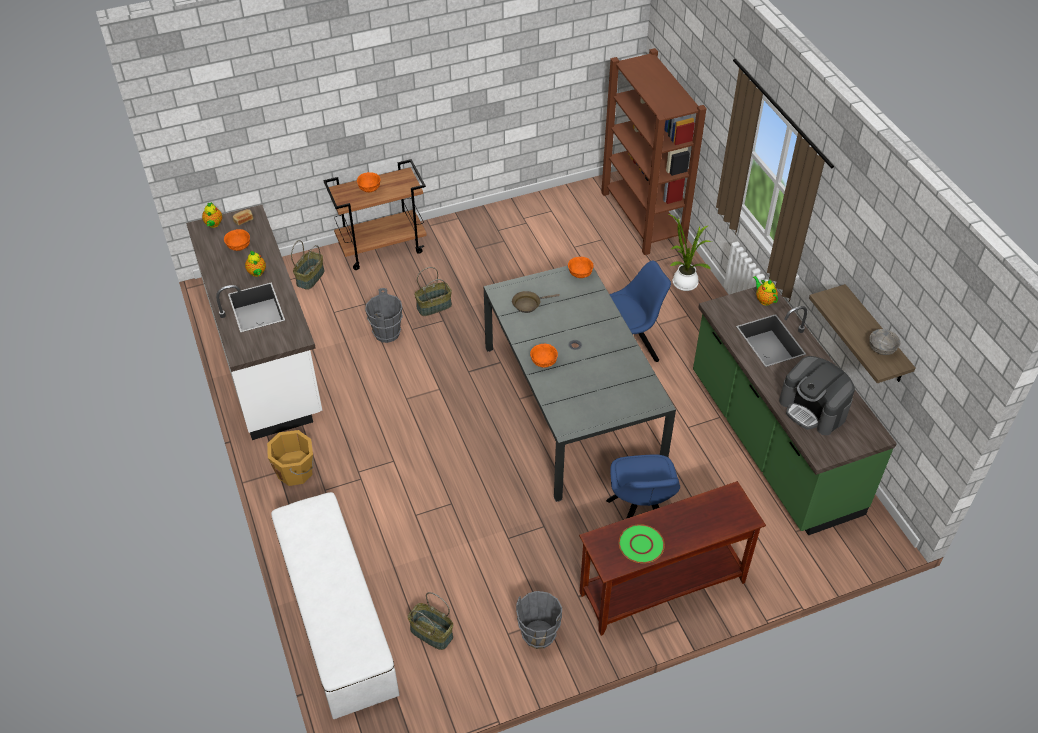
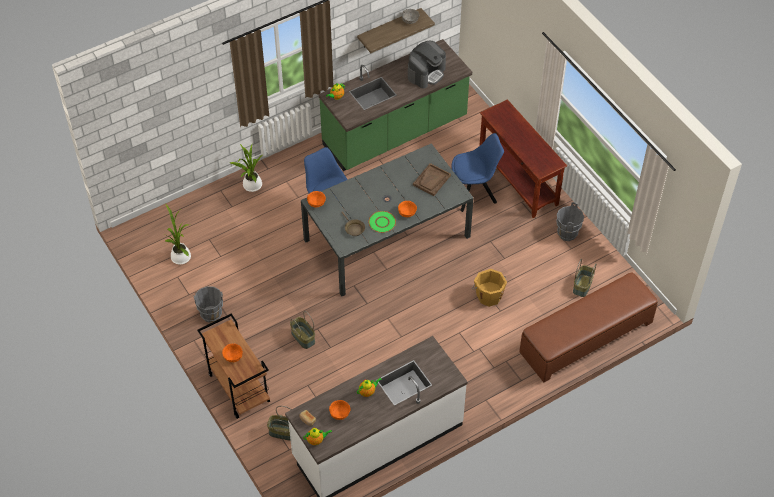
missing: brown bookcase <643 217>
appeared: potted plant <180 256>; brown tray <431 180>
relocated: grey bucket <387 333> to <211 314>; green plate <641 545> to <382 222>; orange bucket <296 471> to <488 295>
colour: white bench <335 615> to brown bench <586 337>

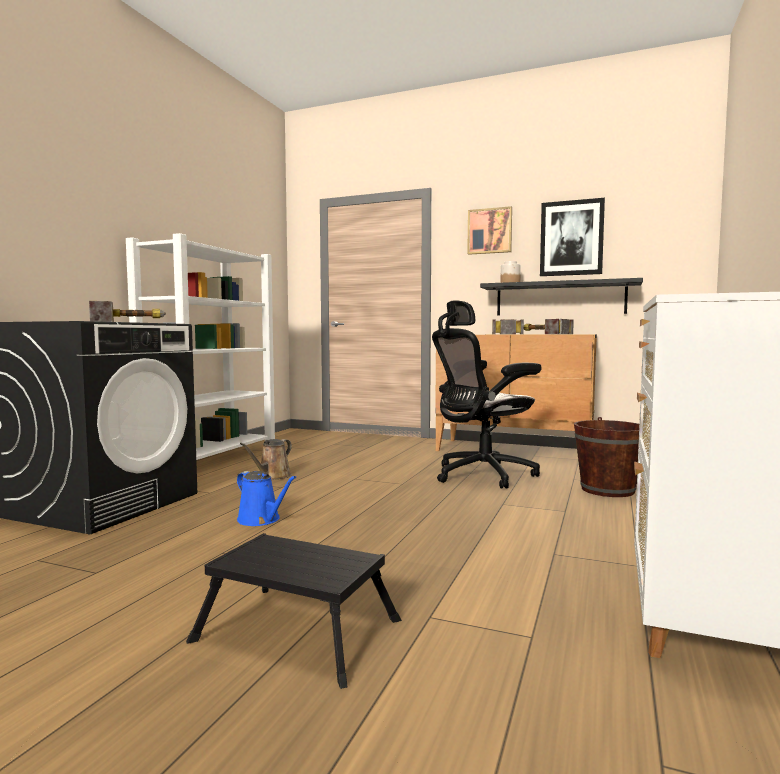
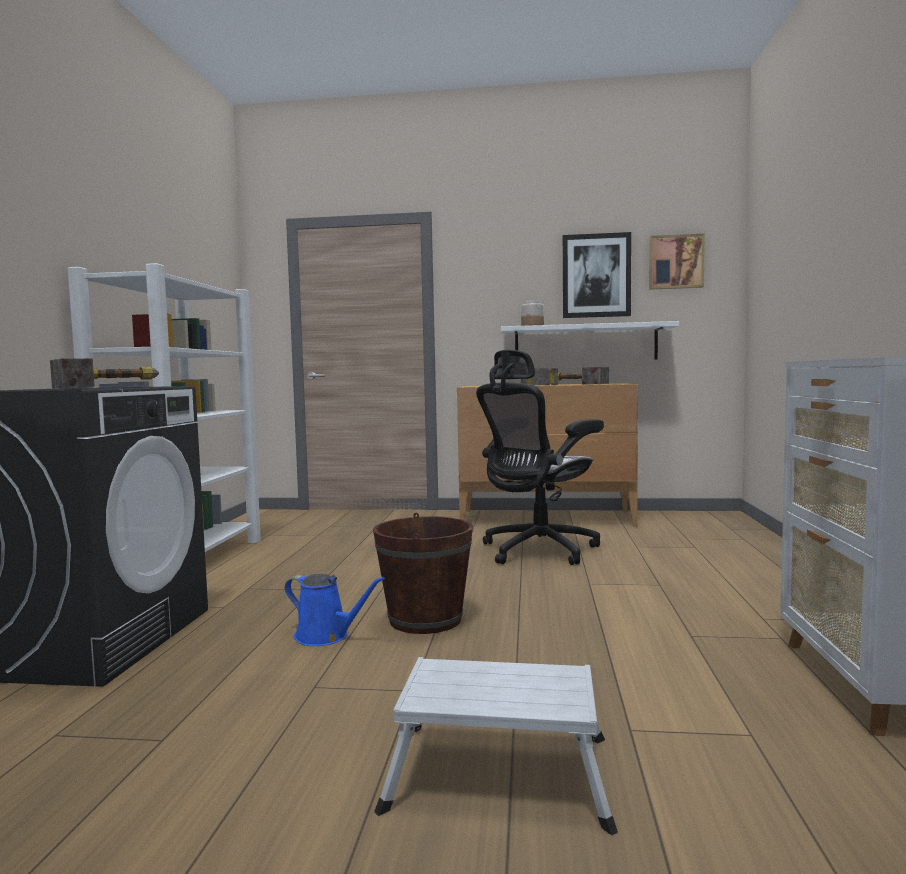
missing: brown watering can <272 477>
relocated: brown bucket <607 490> to <425 620>; picture <490 231> to <675 262>
colour: black step ladder <296 630> to white step ladder <497 773>; black shelf <559 299> to white shelf <585 343>

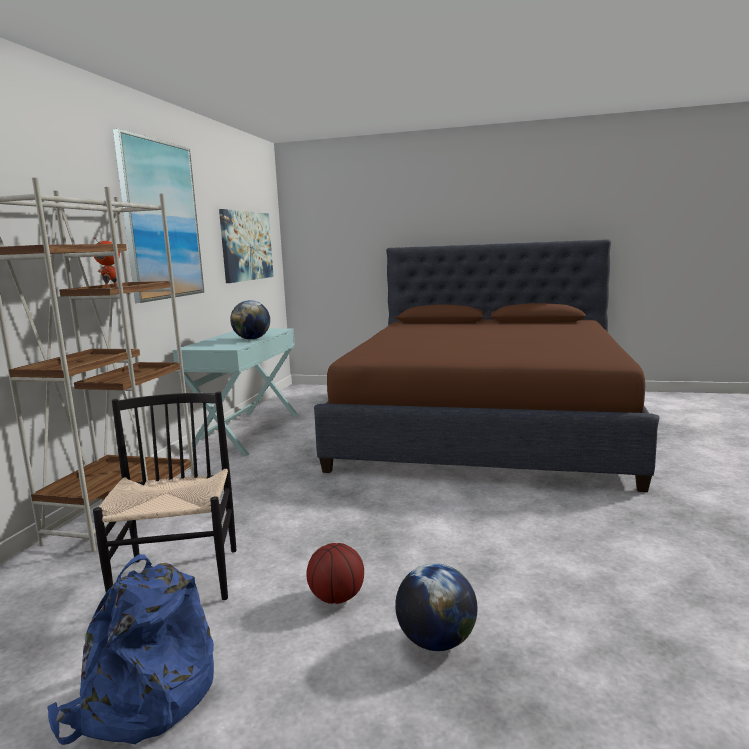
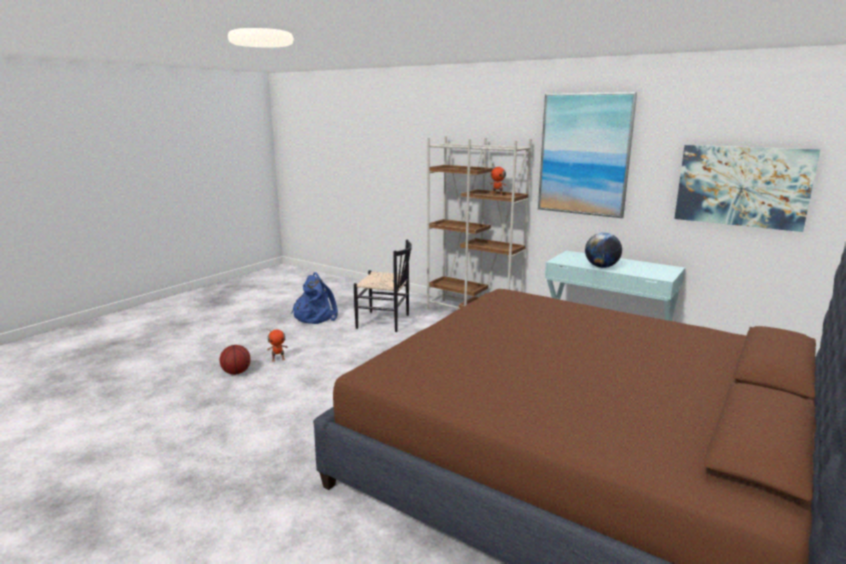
relocated: basketball <336 598> to <236 372>
exchanged: globe <436 641> to toy robot <278 359>

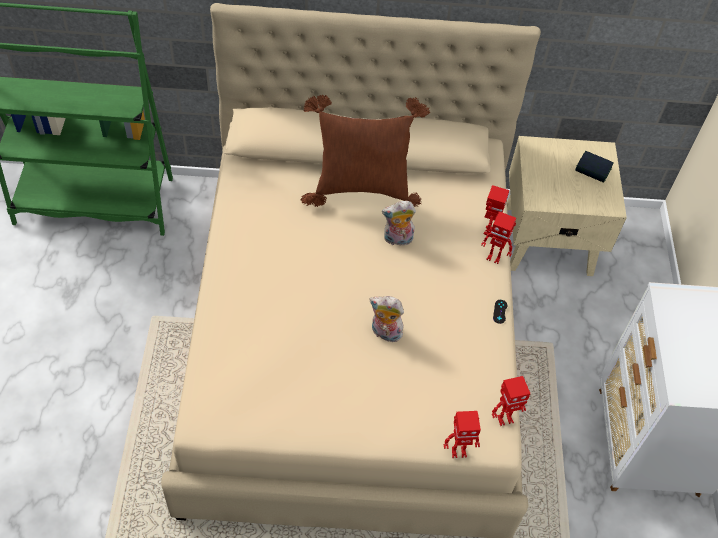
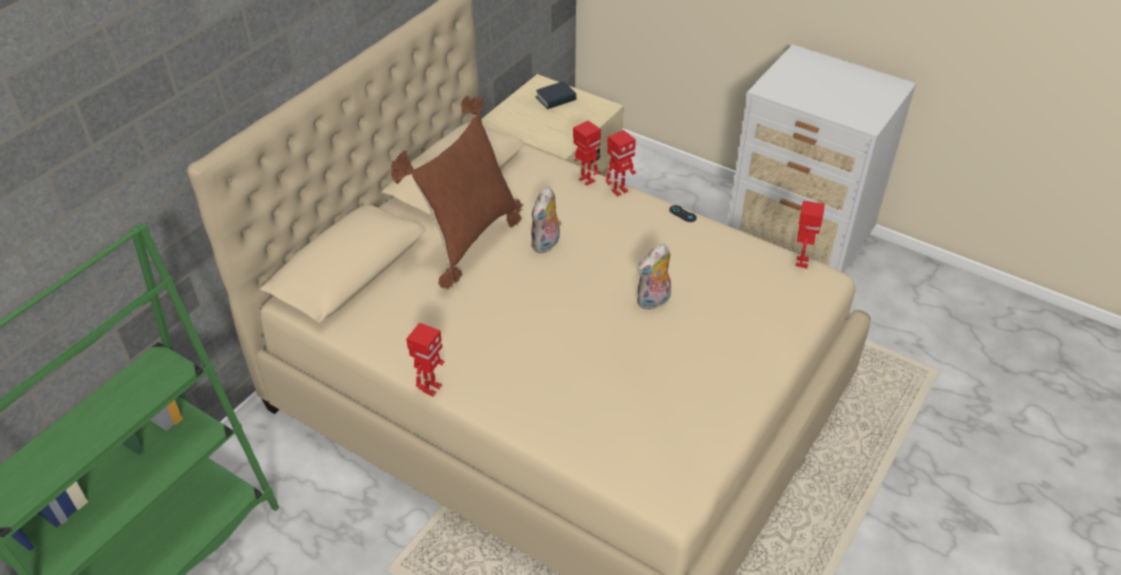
relocated: toy robot <458 451> to <431 388>

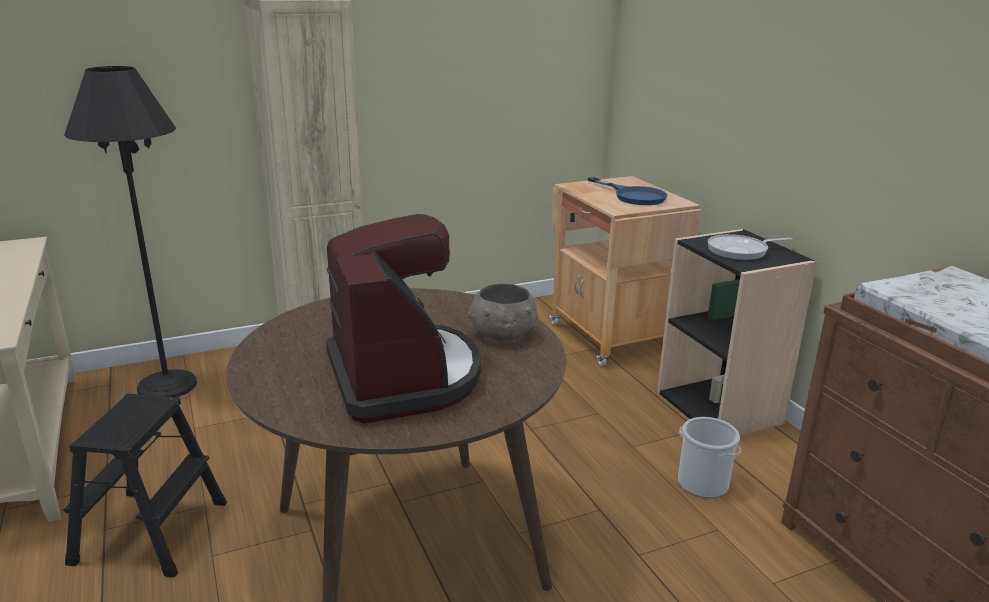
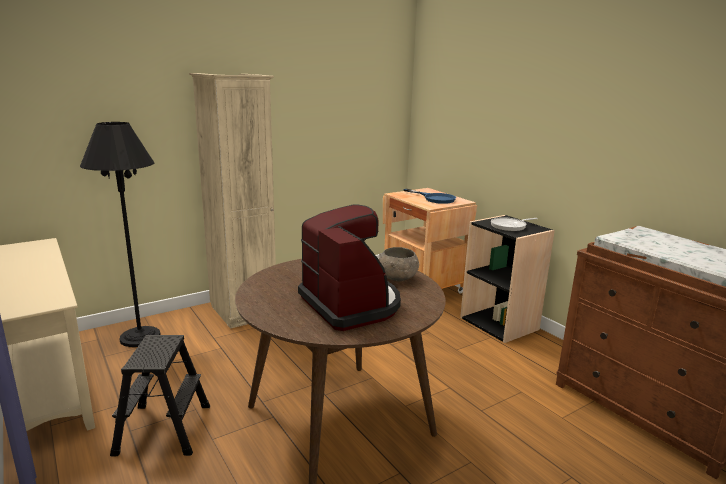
missing: bucket <703 483>

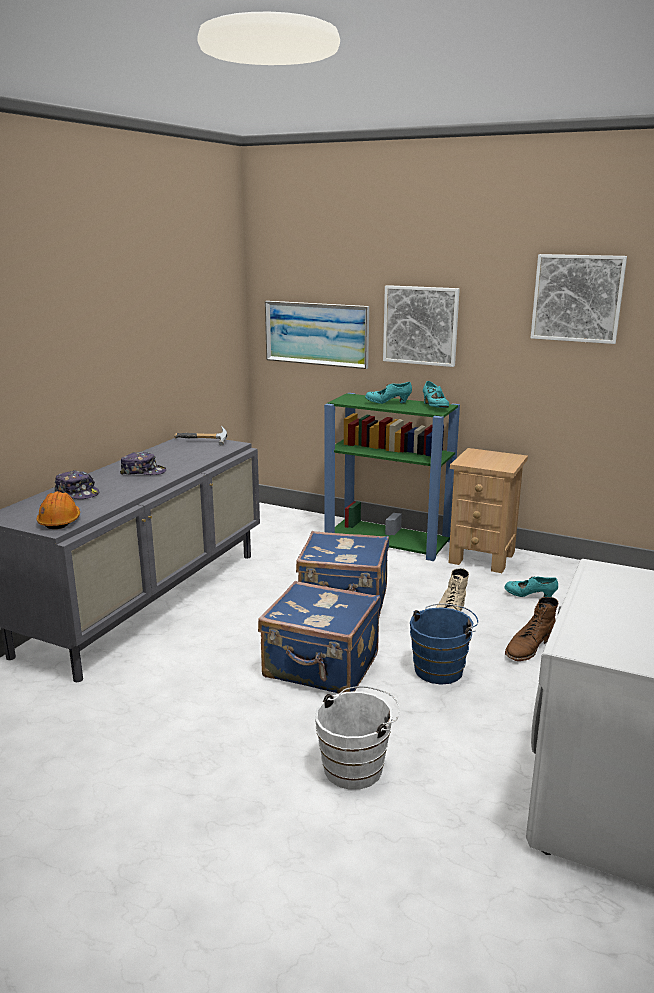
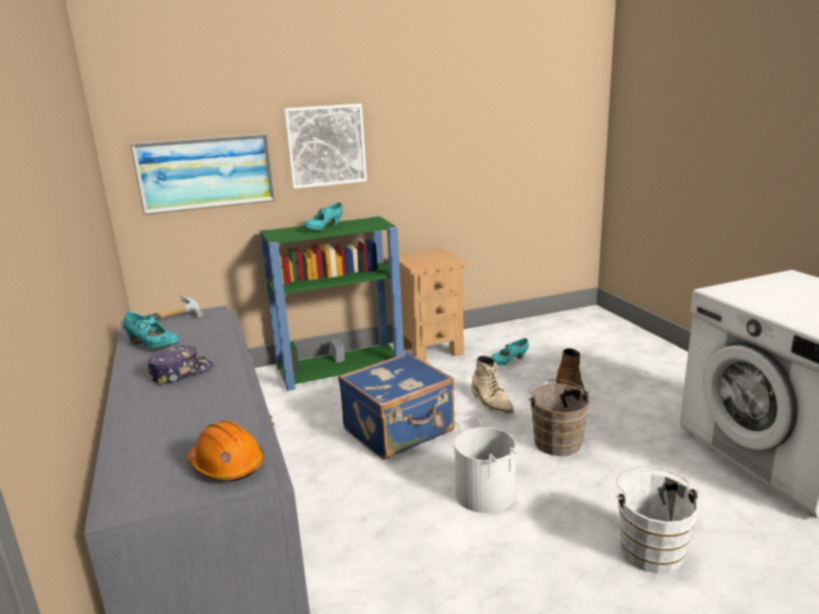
missing: cap <77 493>; picture <577 298>
relocated: turquoise shoe <434 407> to <153 346>
exchanged: blue suitcase <321 667> to white bucket <485 493>
colour: blue bucket <441 669> to brown bucket <556 441>

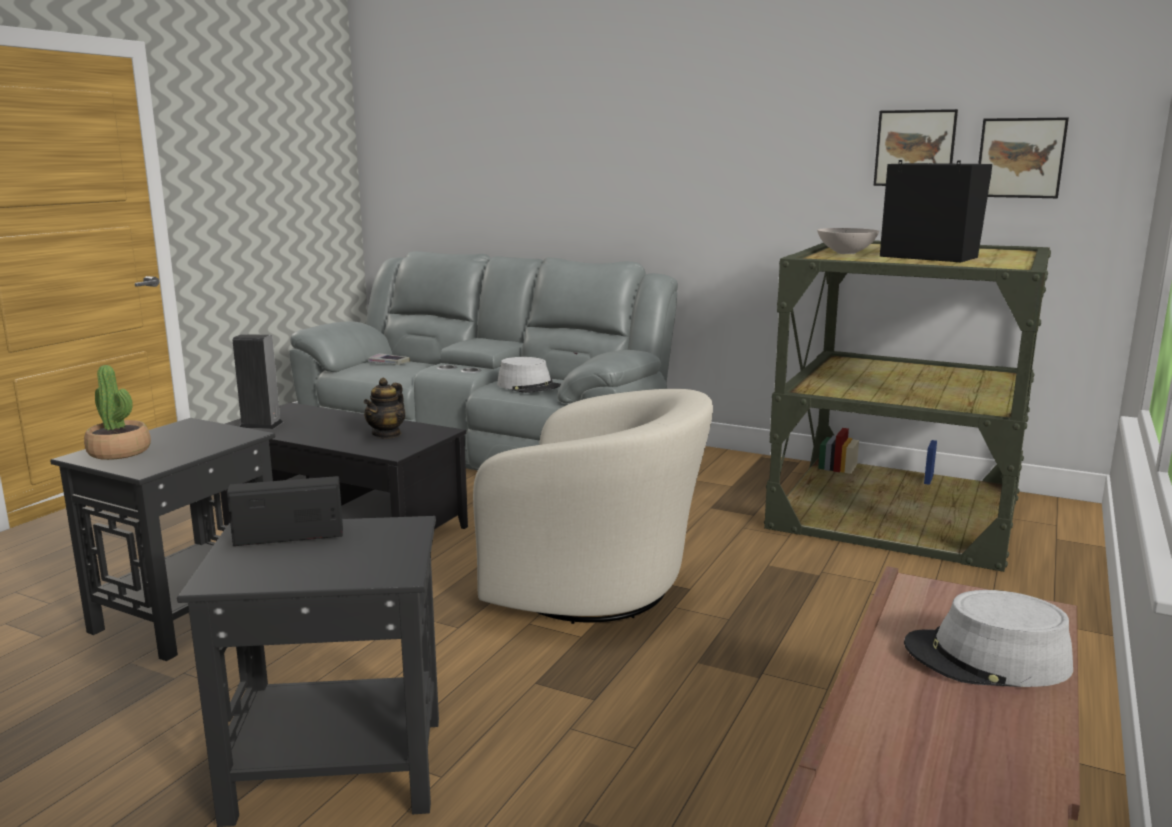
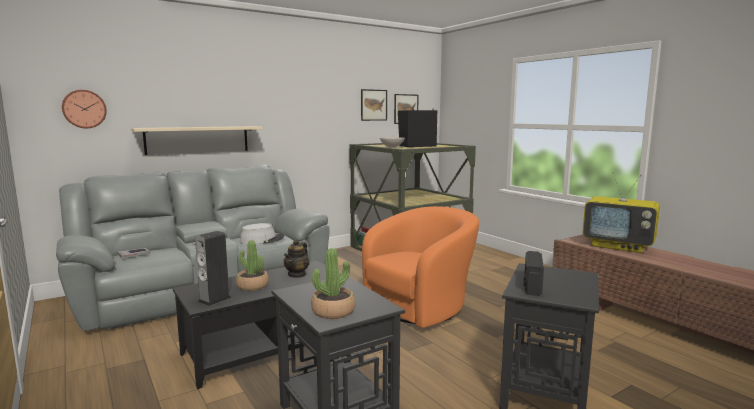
appeared: wall clock <84 109>; beige shelf <198 139>; potted plant <252 286>
exchanged: grey hat <987 659> to television <619 246>
colour: beige armchair <594 588> to orange armchair <421 308>
spun: teapot <387 434> = <297 274> 60 degrees clockwise

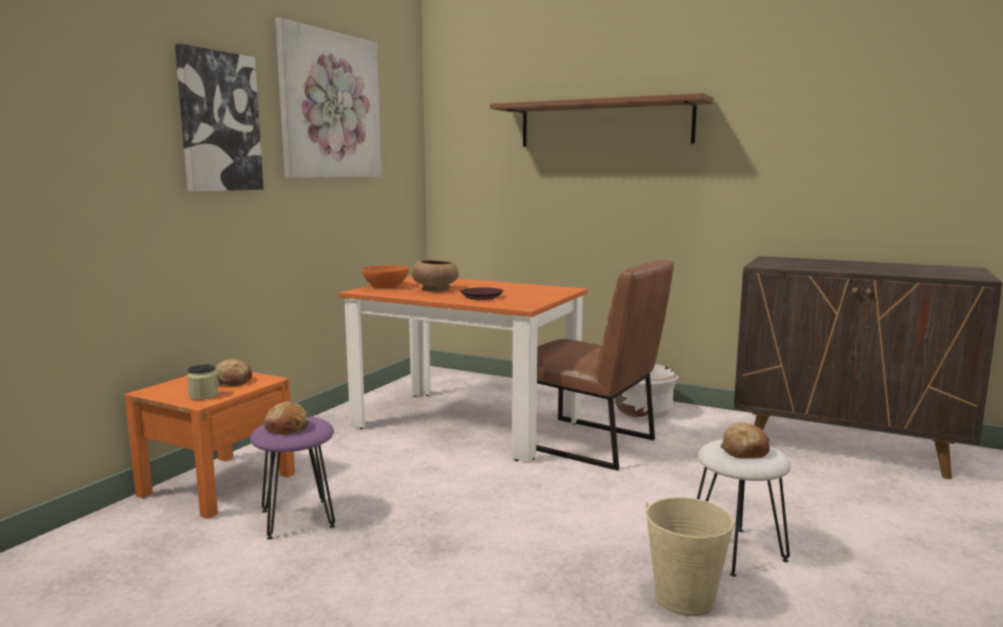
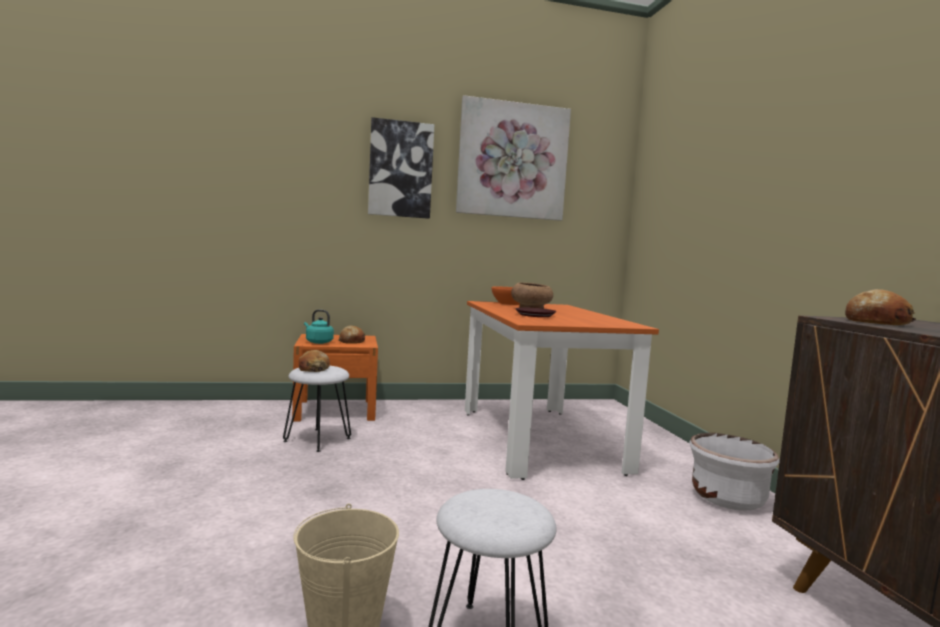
missing: brown shelf <604 124>; brown chair <589 443>
relocated: bread <744 450> to <876 322>
exchanged: jar <203 395> to turquoise kettle <318 342>
colour: purple stool <297 518> to white stool <318 439>

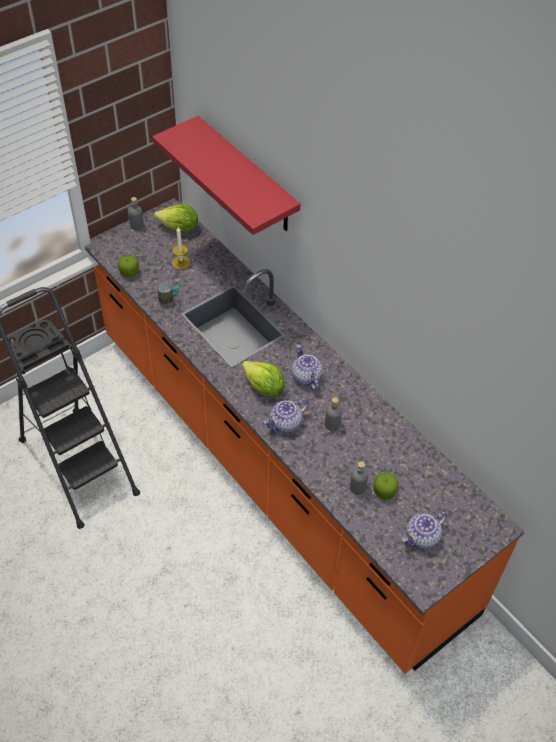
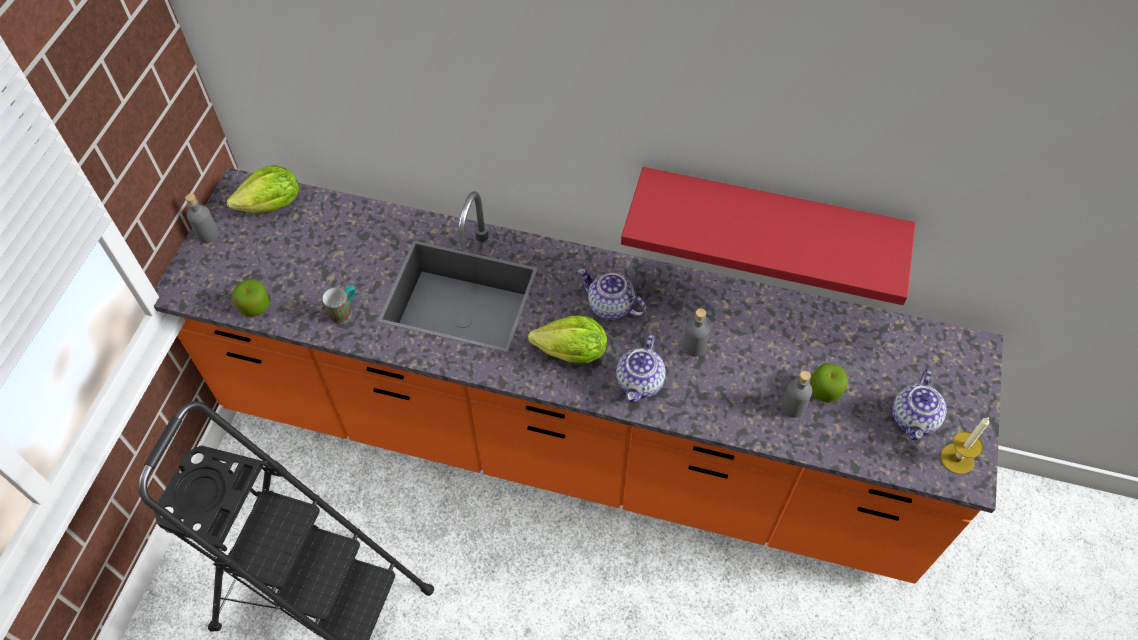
relocated: red shelf <247 176> to <769 218>; candle <181 262> to <957 458>

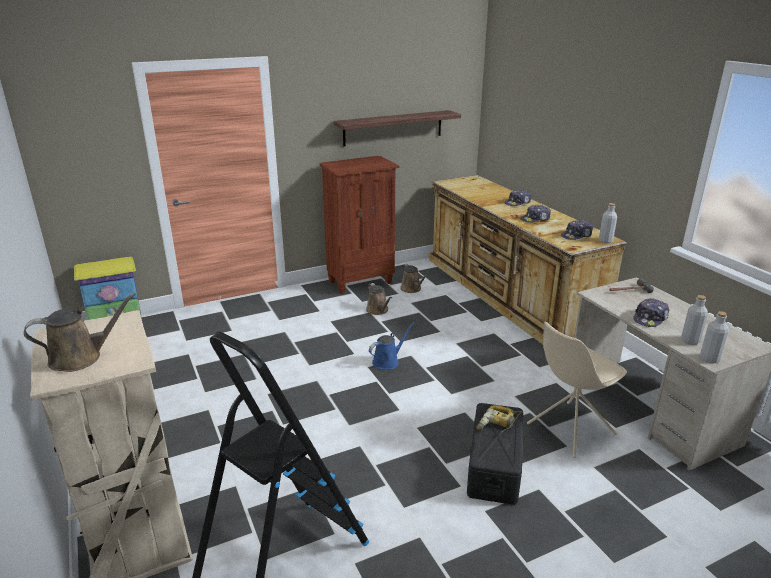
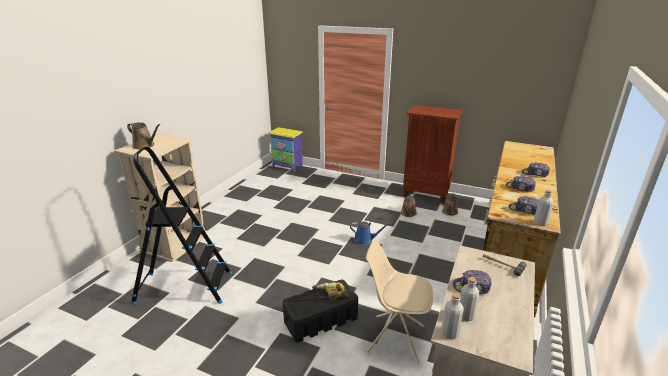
missing: shelf <393 128>

